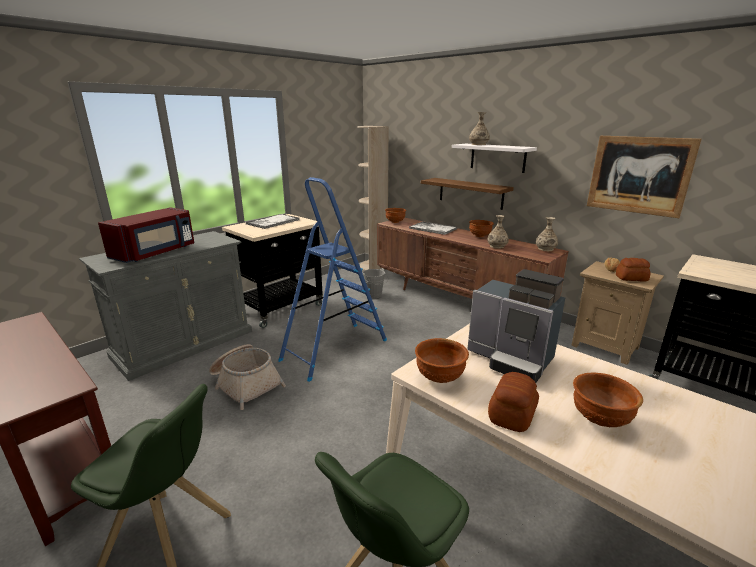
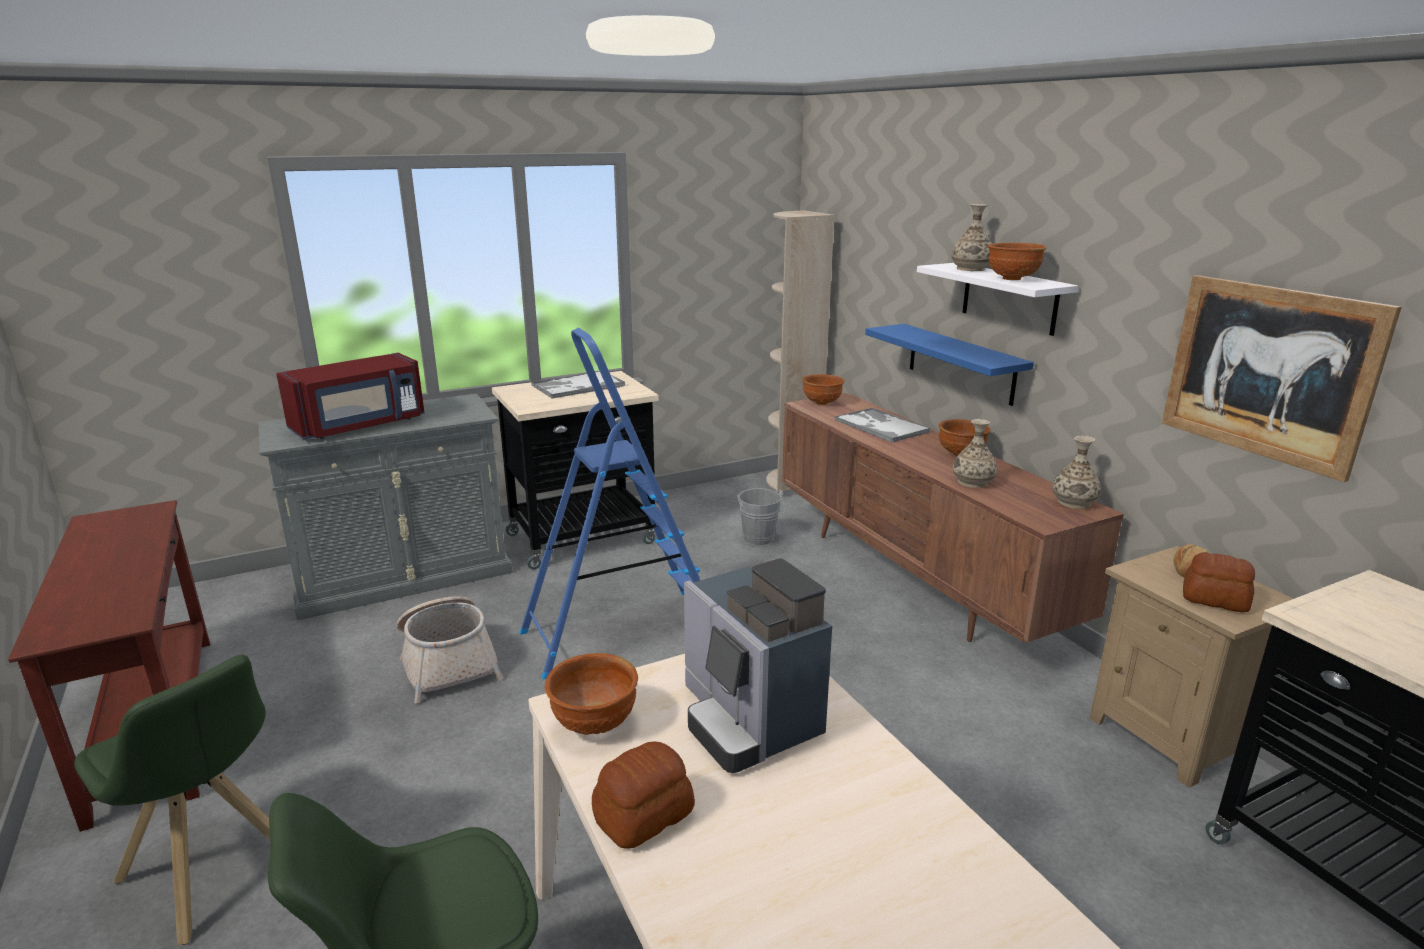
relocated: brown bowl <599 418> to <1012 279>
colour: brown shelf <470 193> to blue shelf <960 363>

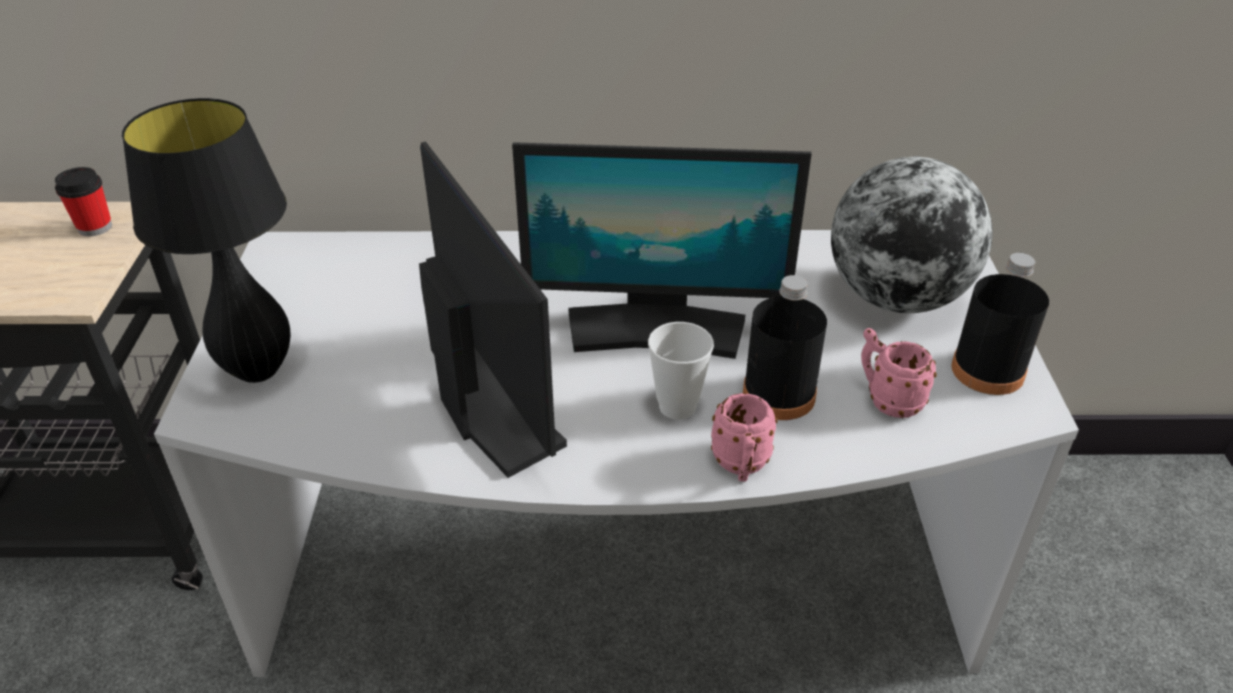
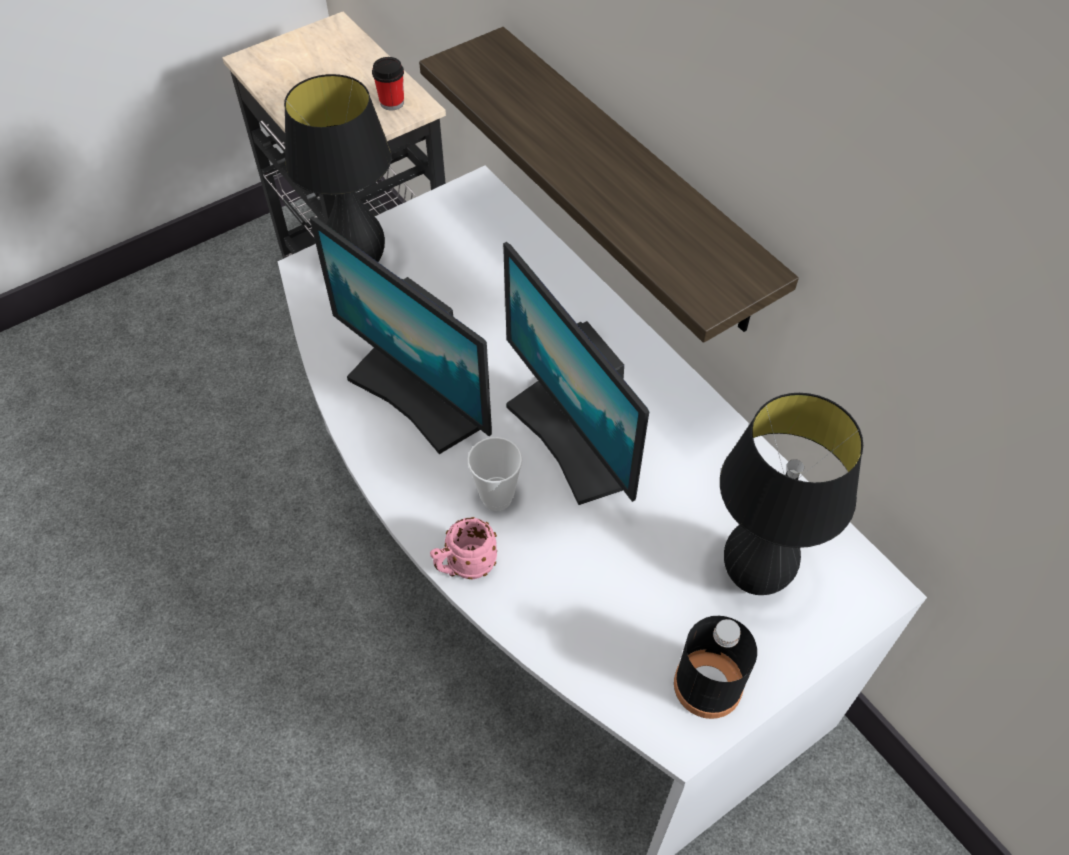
missing: black bottle <778 395>; pink mug <887 399>
appeared: shelf <631 181>
exchanged: globe <895 298> to black table lamp <753 577>
spun: monitor <490 406> = <417 396> 105 degrees clockwise

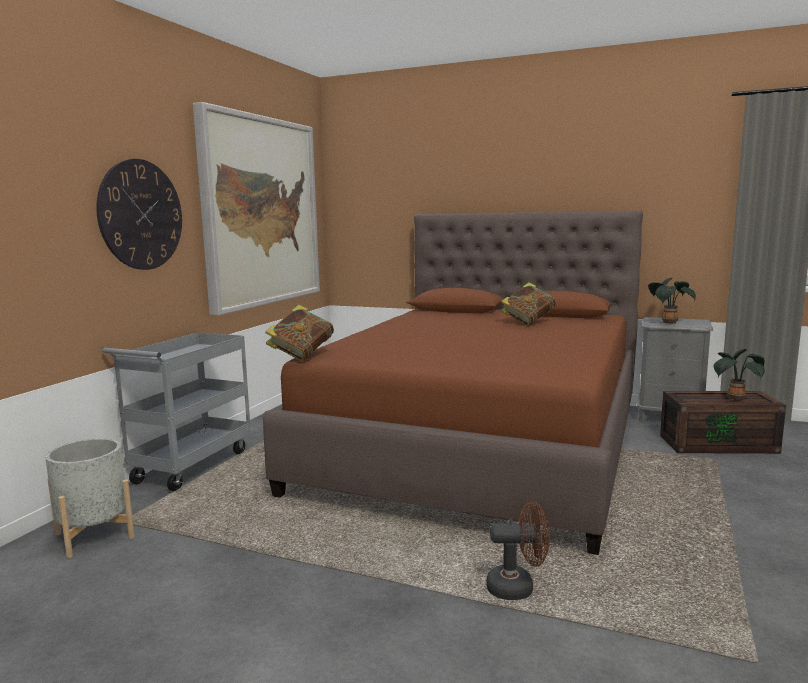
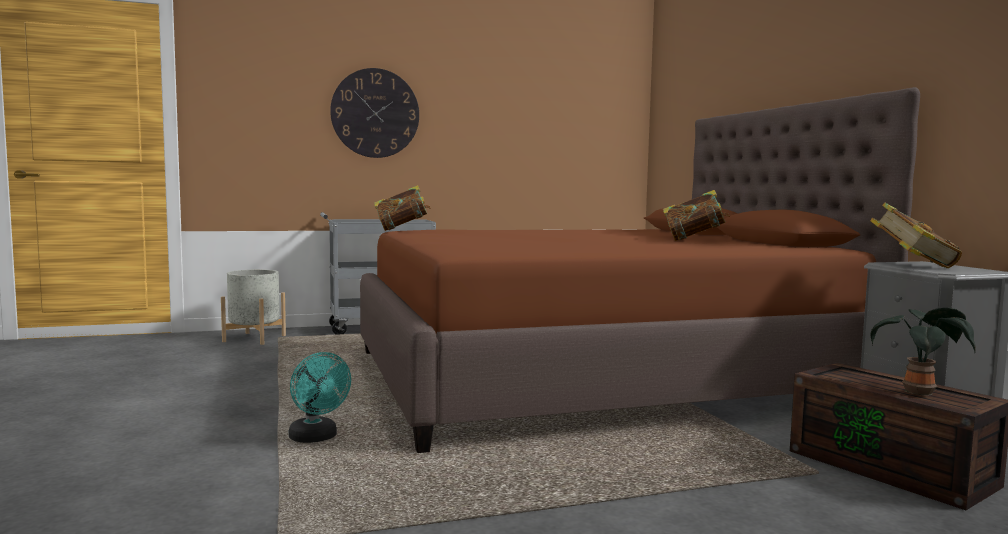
missing: picture <261 212>
exchanged: potted plant <668 322> to book <912 265>
colour: brown fan <518 588> to turquoise fan <316 438>

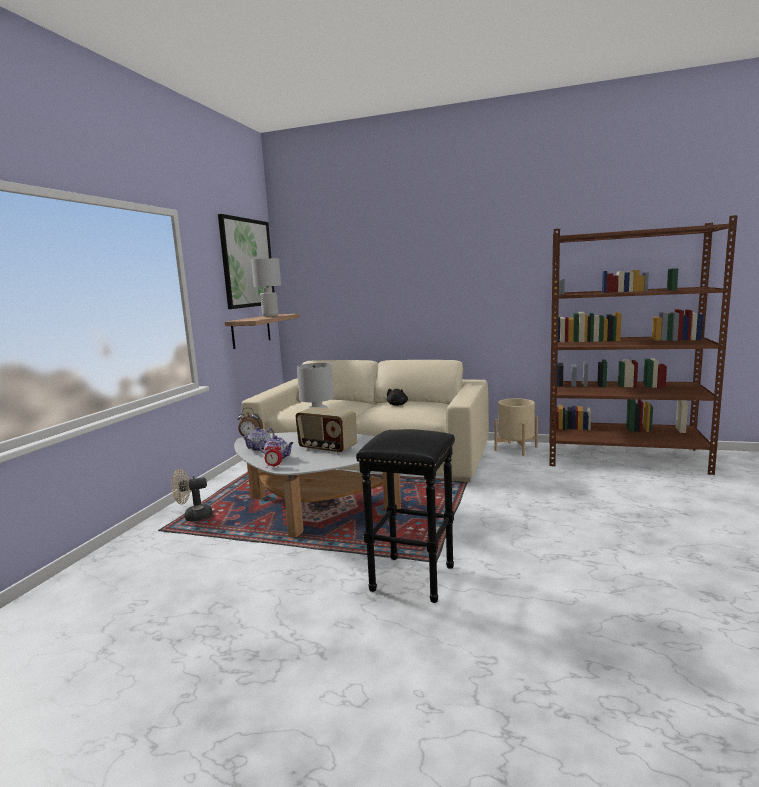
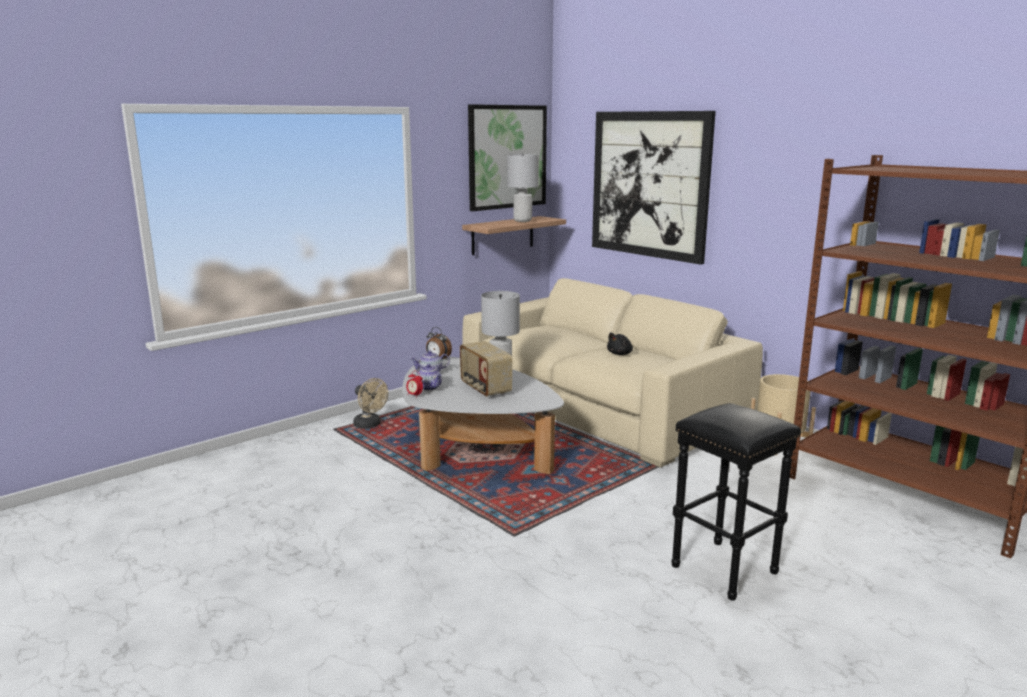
appeared: picture <649 184>
relocated: black stool <411 576> to <723 567>
spun: beige fan <193 517> = <370 425> 150 degrees counterclockwise

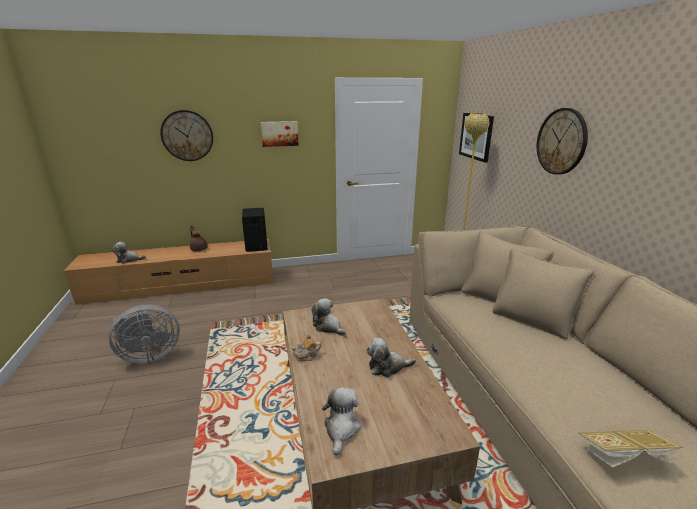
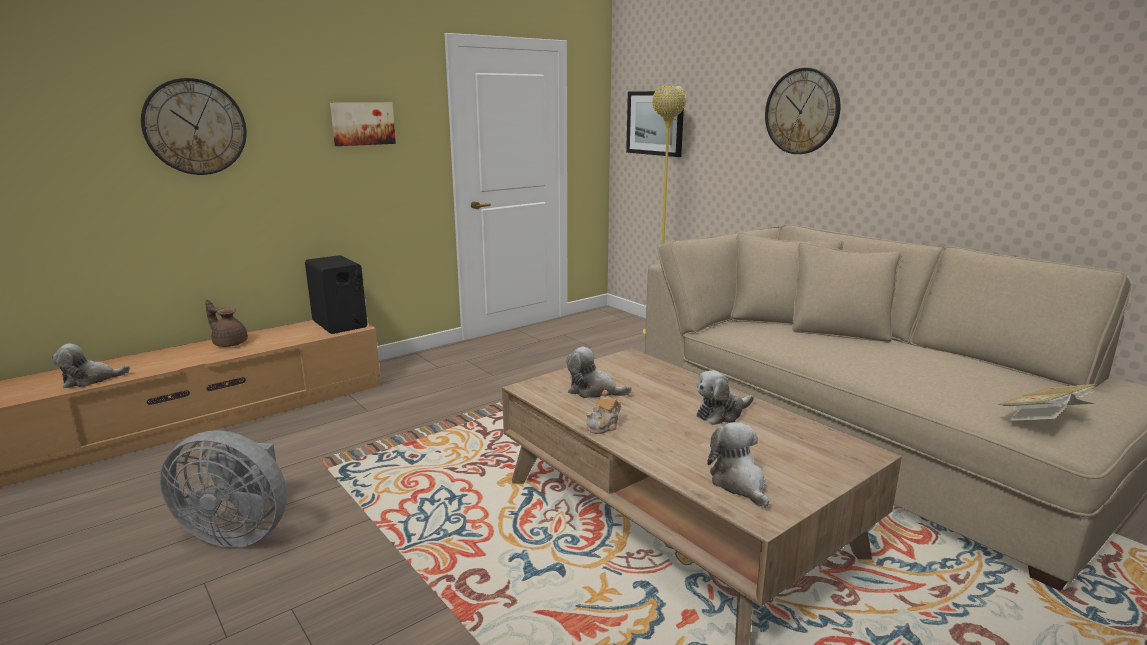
spun: grey fan <148 355> = <239 532> 60 degrees clockwise

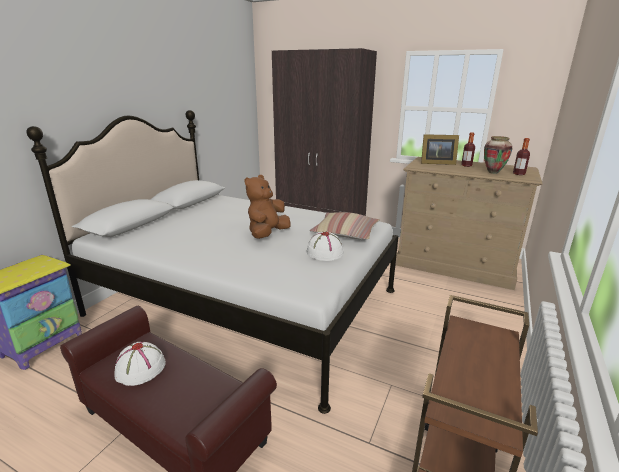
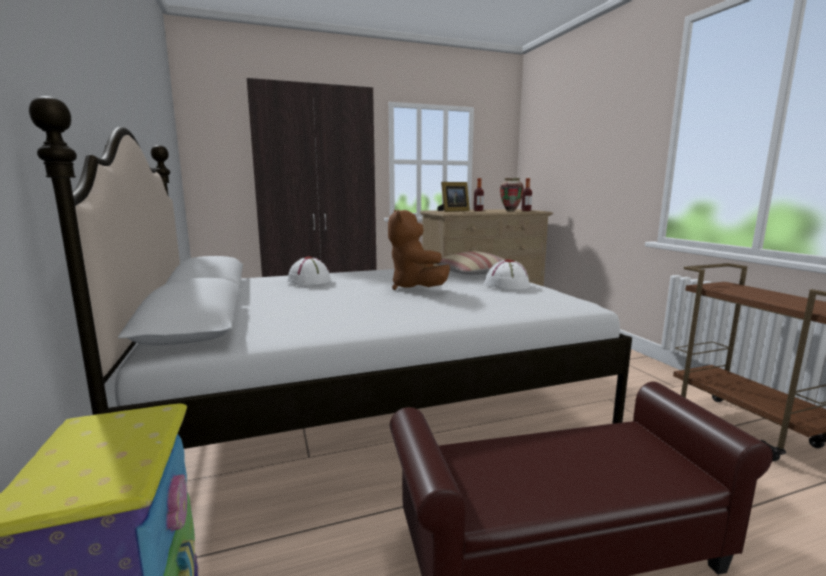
relocated: white hat <140 369> to <309 281>

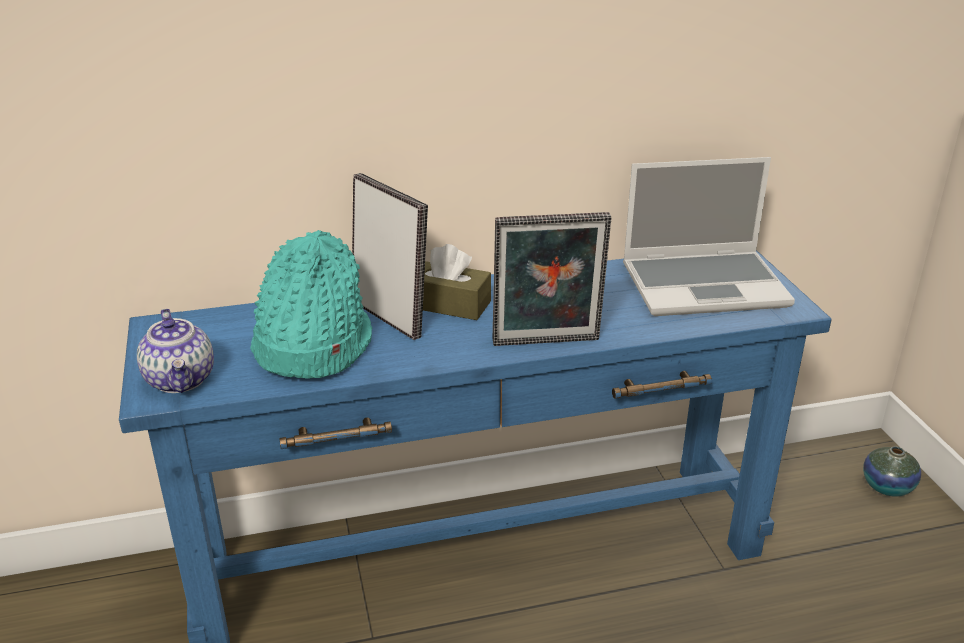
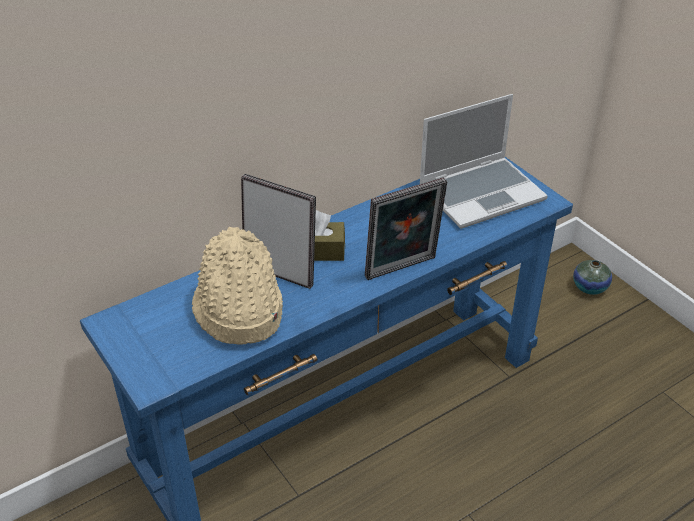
missing: teapot <181 380>
colour: turquoise hat <311 345> to beige hat <238 311>

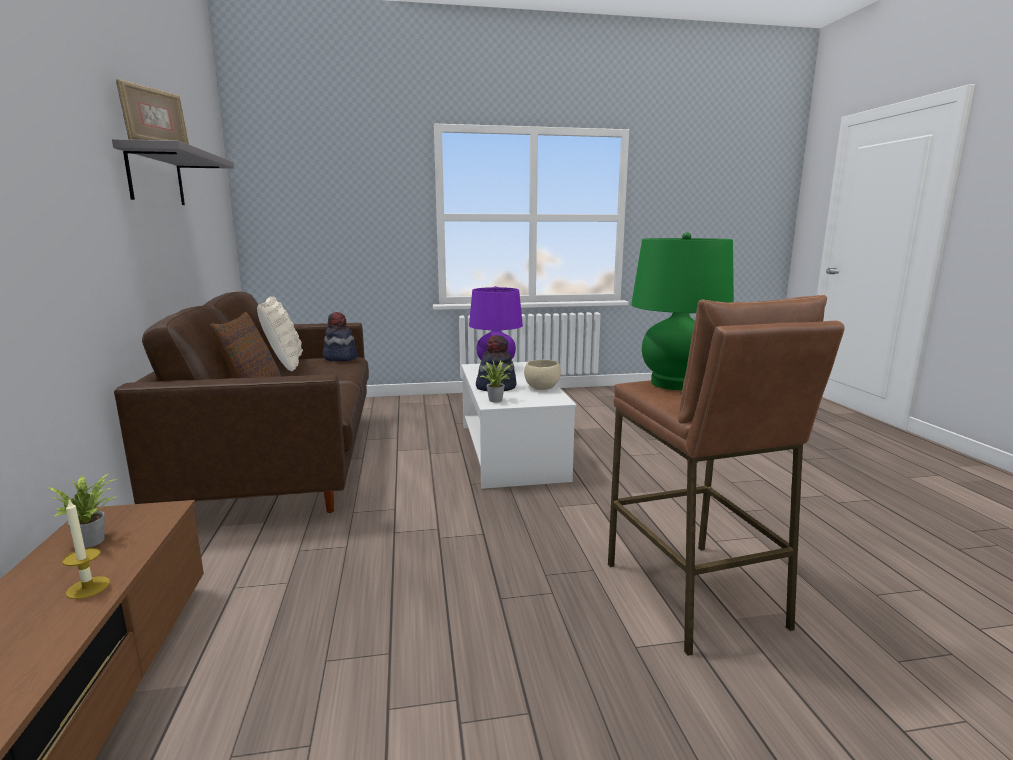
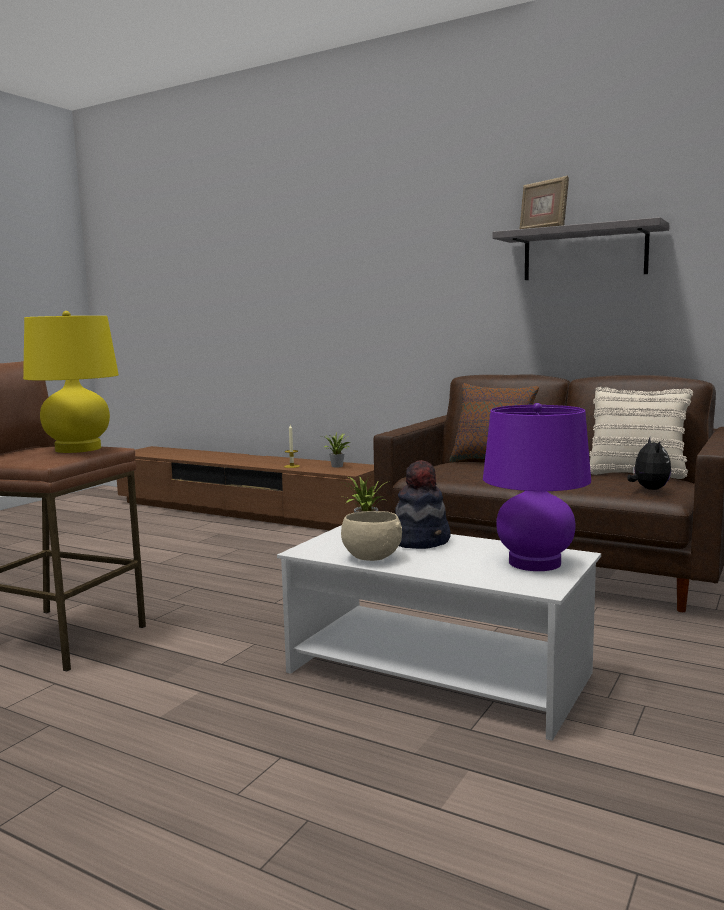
exchanged: hat <340 358> to plush toy <648 489>
colour: green table lamp <675 384> to yellow table lamp <78 449>

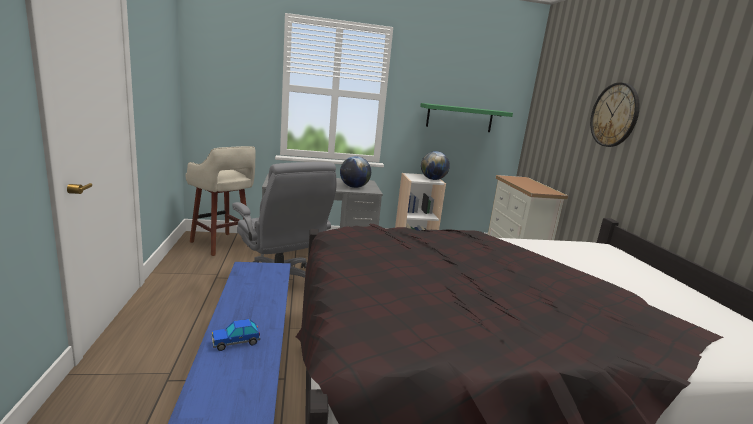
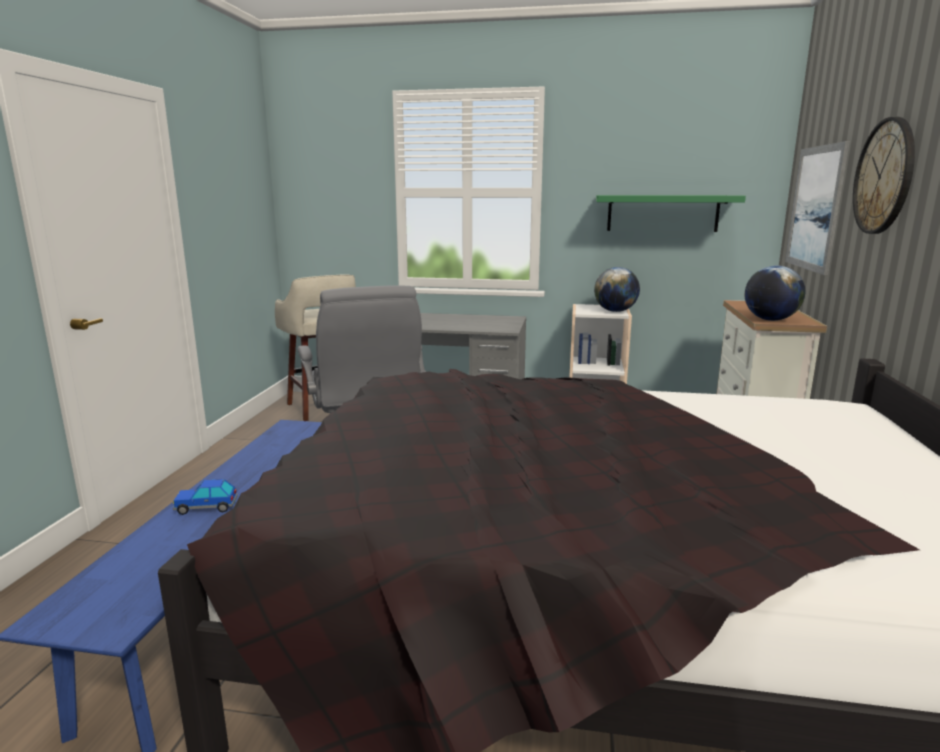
appeared: picture <815 208>
relocated: globe <354 187> to <770 320>

